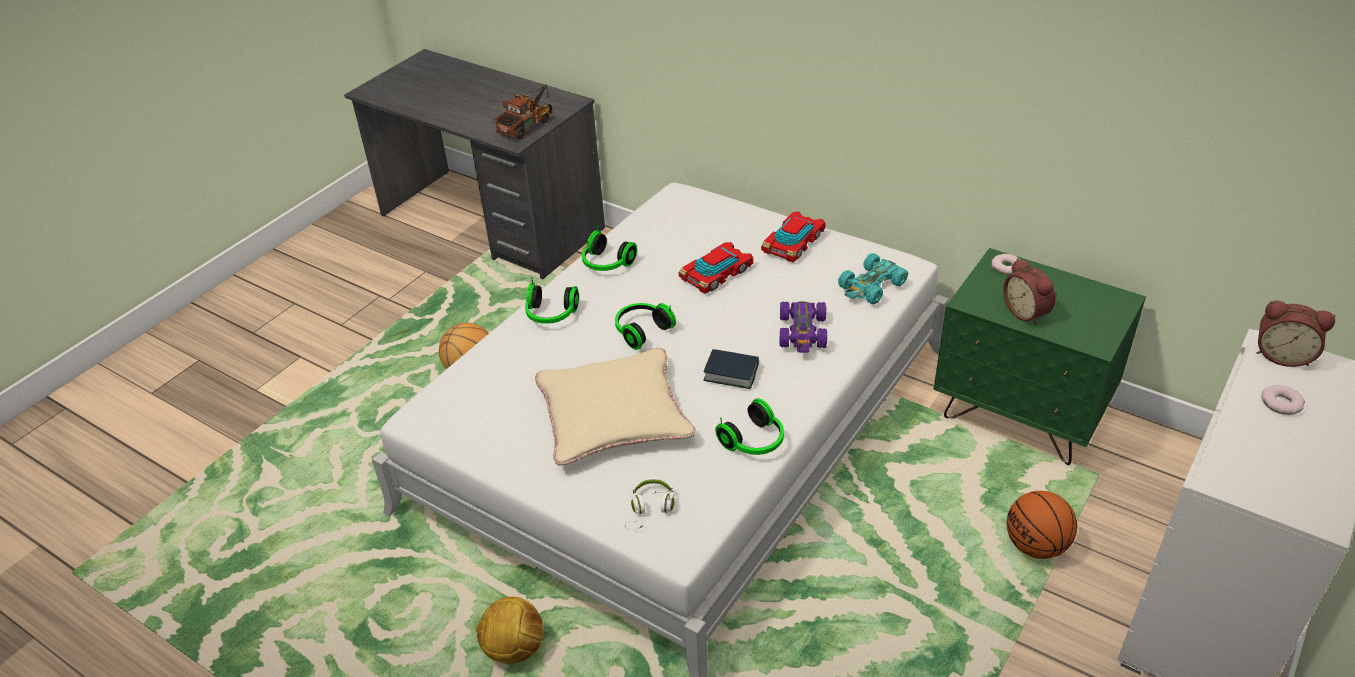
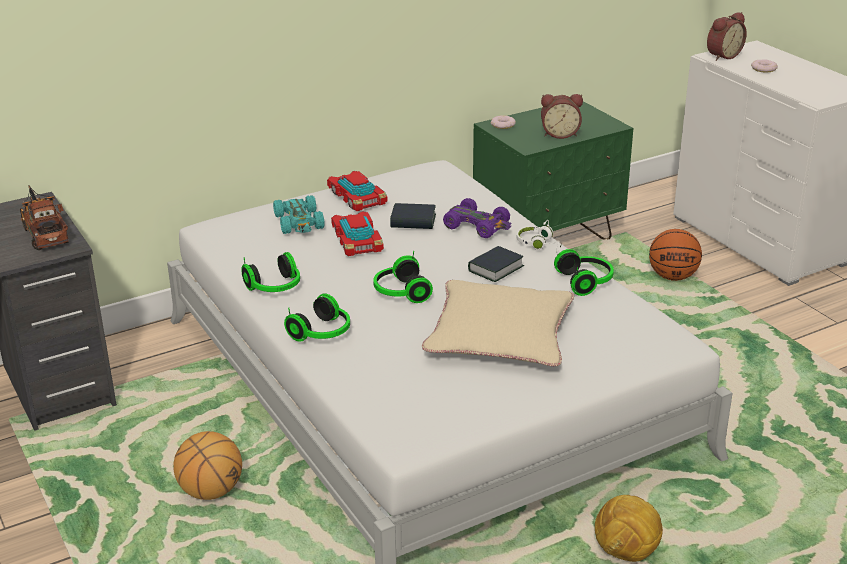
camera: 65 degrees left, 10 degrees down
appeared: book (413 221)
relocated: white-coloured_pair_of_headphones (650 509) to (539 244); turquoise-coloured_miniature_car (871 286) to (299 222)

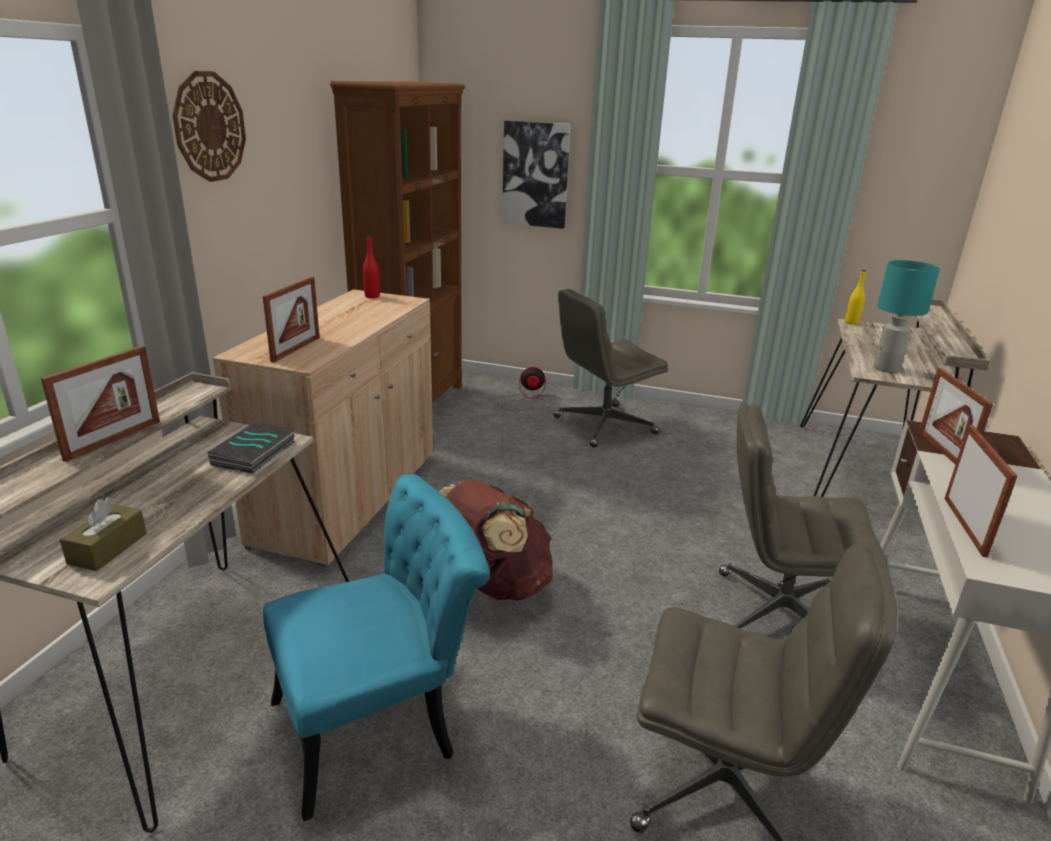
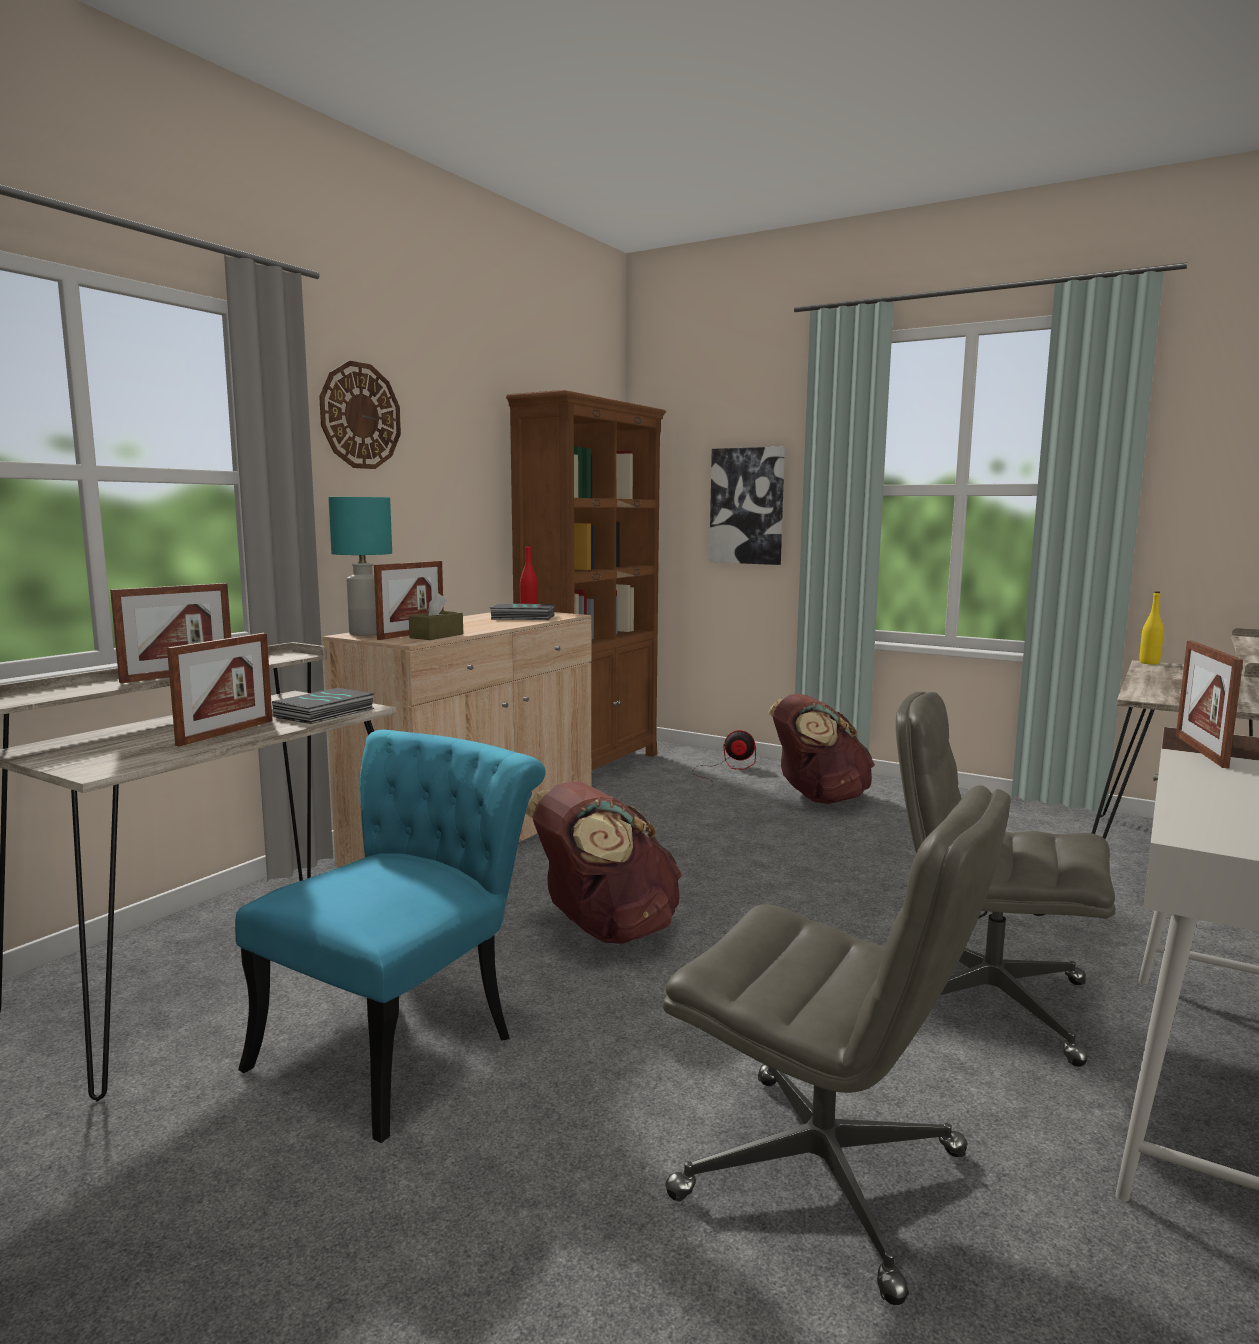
camera: 15 degrees right, 15 degrees down
appeared: book (522 617)
relocated: brownish_tissue_box (108 548) to (436 636); turquoise-coloured_table_lamp (886 369) to (364 634); photo_frame (964 526) to (226 732)
exchanged: greyish_desk_chair (603 426) to brownish_backpack (818 798)
spun: turquoise-coloured_upright_chair (381 723) = (403 1041) 45 degrees counterclockwise

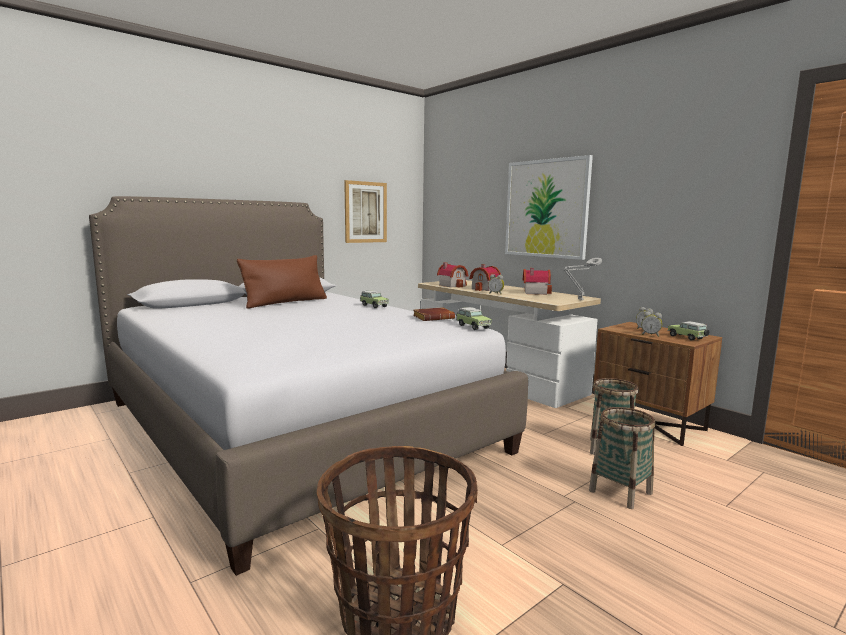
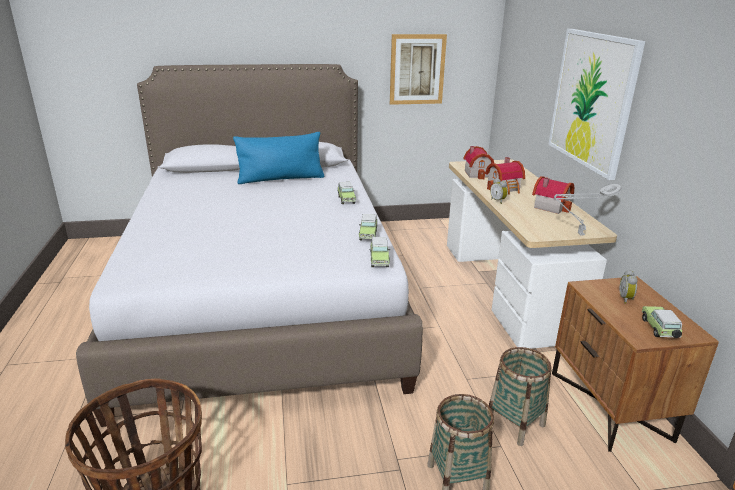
camera: 30 degrees right, 15 degrees up
missing: table_clock (650 335)
exchanged: brownish_book (434 318) to miniature_car (368 234)
colour: brownish_cushion (285 302) to bluish_cushion (281 179)

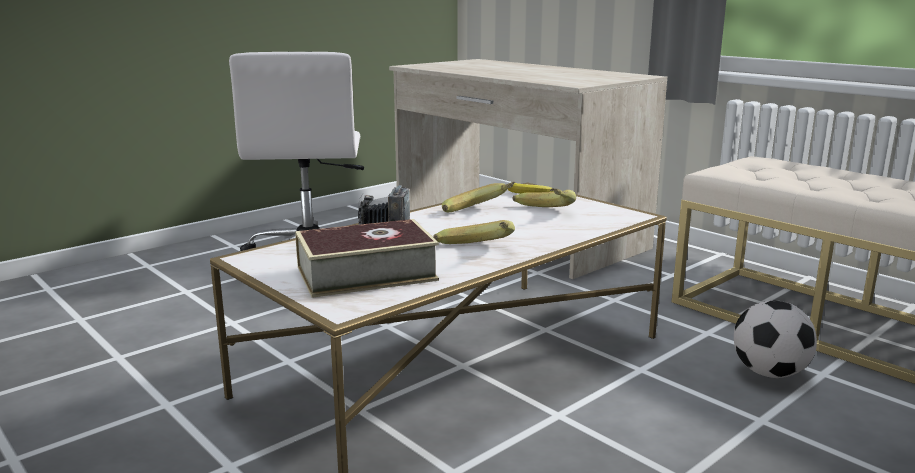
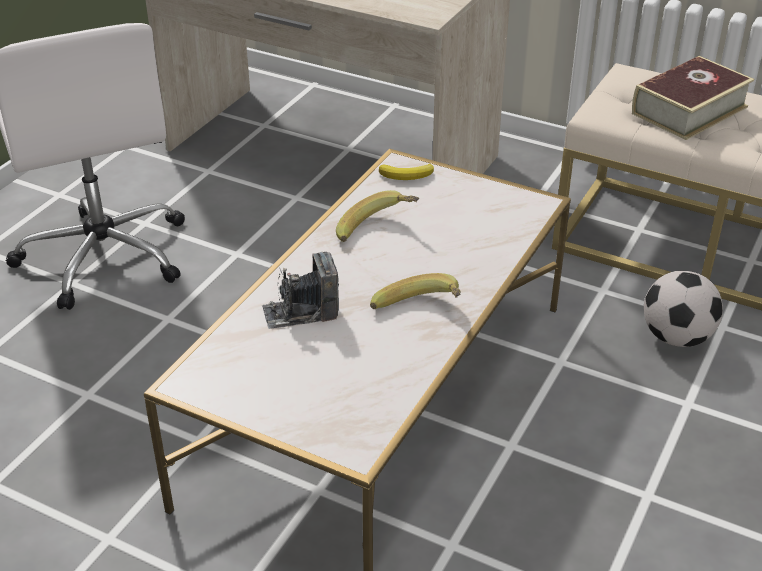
camera: 20 degrees left, 20 degrees up
missing: whole_banana (541 213)
relocated: book (366 273) to (689 110)

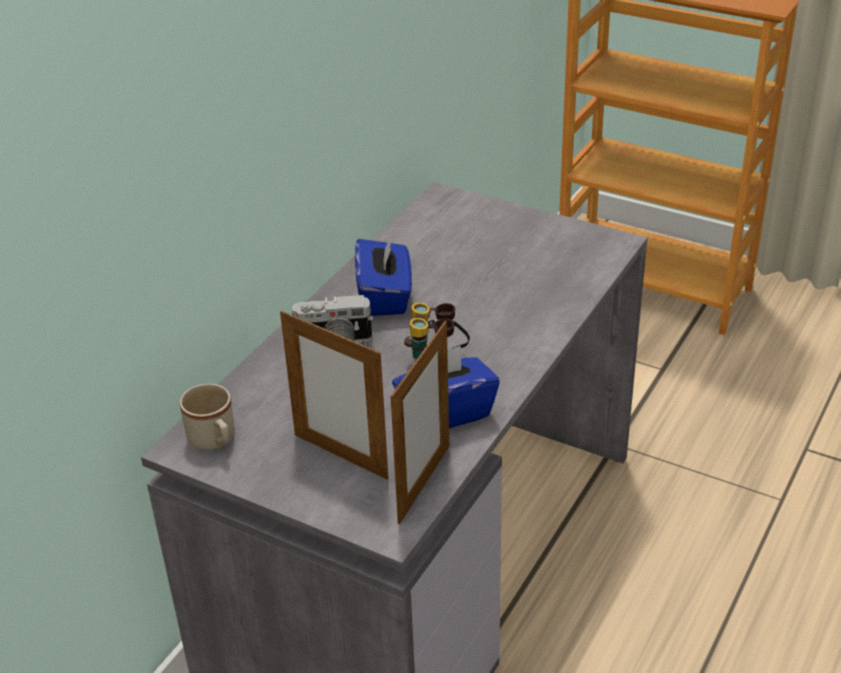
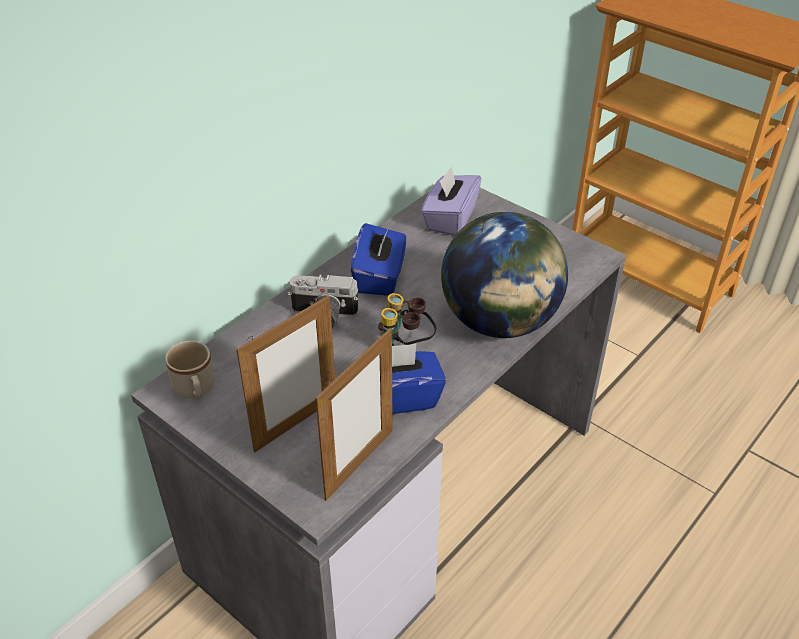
camera: 10 degrees right, 5 degrees up
appeared: purple_tissue_box (450 219); world_globe (500 322)
spun: photo_frame (340 456) = (296 424) 90 degrees counterclockwise

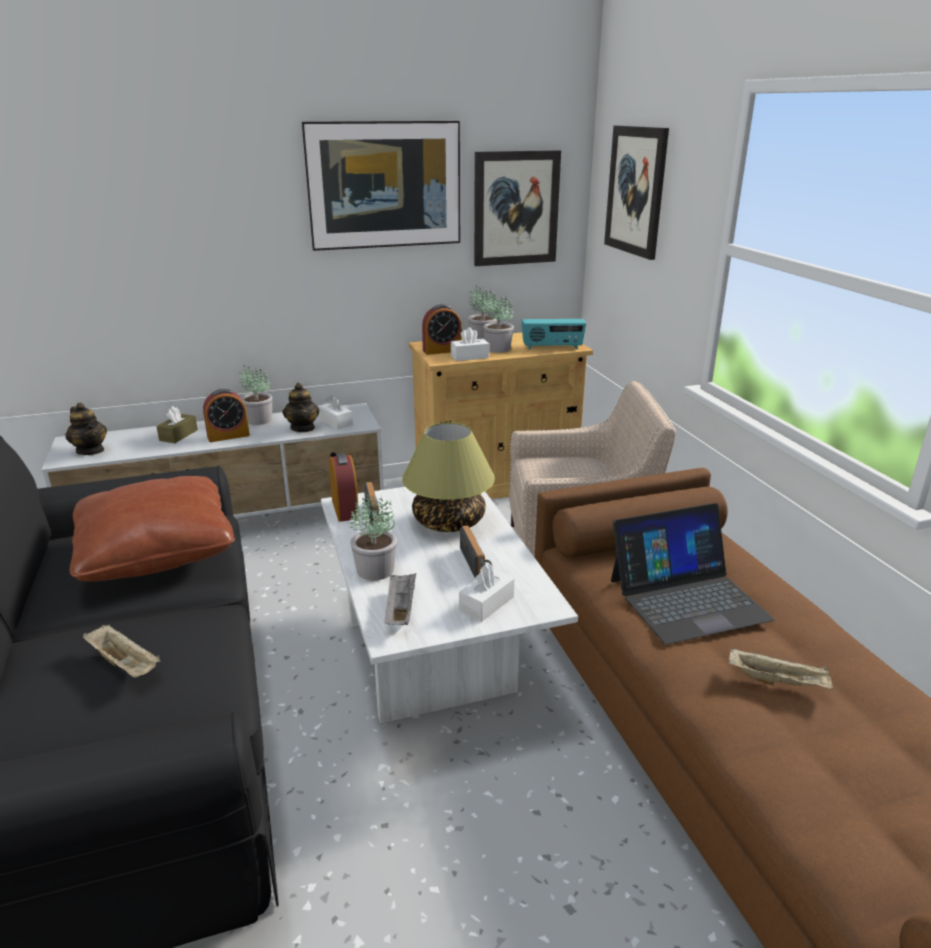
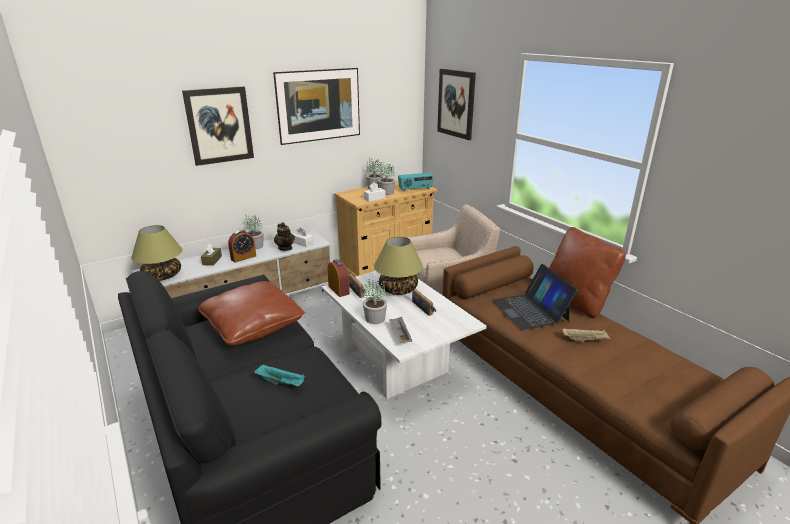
camera: 15 degrees left, 0 degrees up
missing: table_clock (442 350); white-coloured_tissue_box (486 604)
appeared: brownish_cushion (576 301)
relocated: wall_art (516 208) to (219 125)
exchanged: pot_for_tea (90 450) to table_lamp (162 276)
colour: beige_carrying_tray (125 664) to turquoise-coloured_carrying_tray (281 382)
spun: laptop (687 598) = (530 310) 105 degrees clockwise

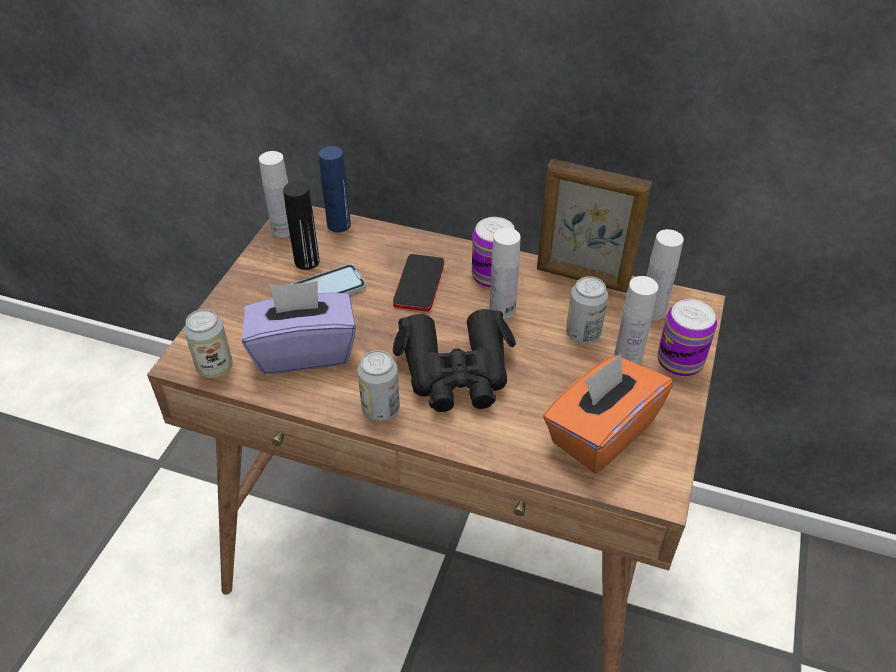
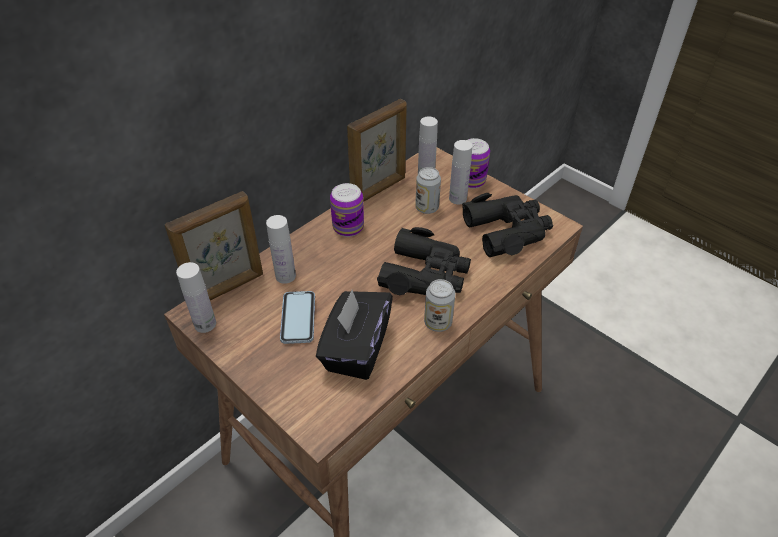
camera: 65 degrees left, 0 degrees up
missing: sealed_can (215 367); black_bottle (307 261); handset (419 284)
relocated: white-coloured_bottle (502 309) to (285 276)
exchanged: bluish_bottle (339 225) to photo_frame (228 288); orangey_tissue_box (600 432) to black_field_glasses (507 230)
colour: purple_tissue_box (304 350) to black_tissue_box (356 349)

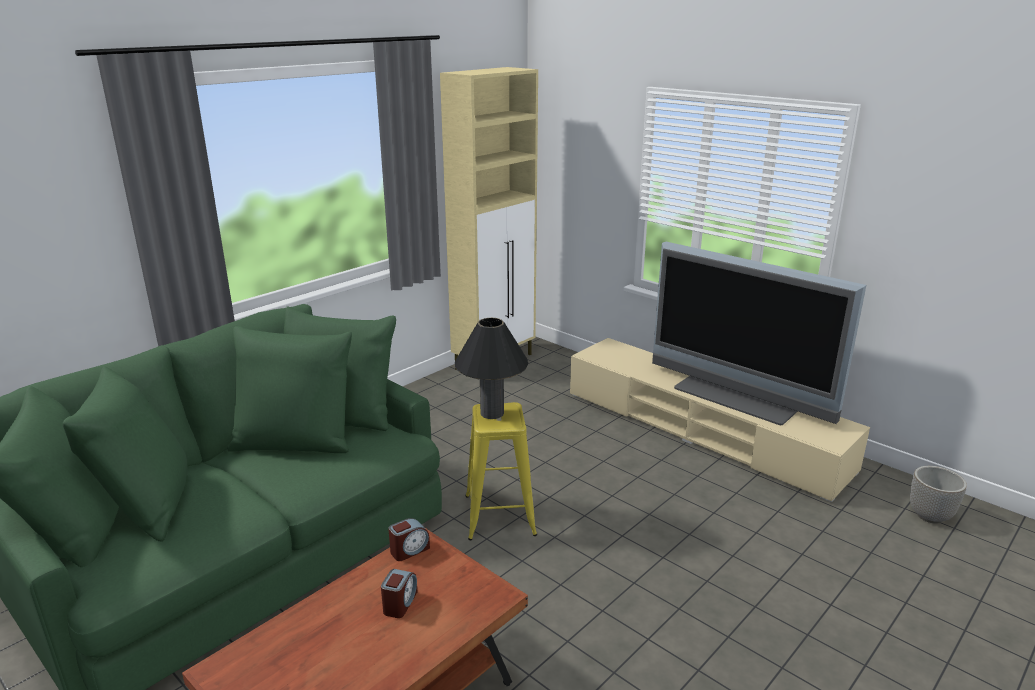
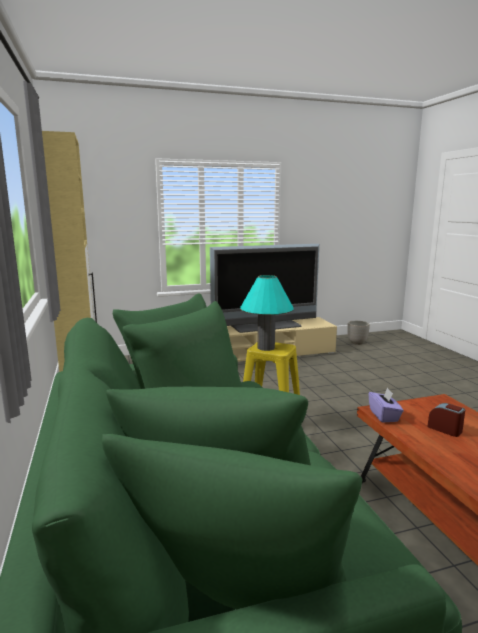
camera: 60 degrees left, 10 degrees down
exchanged: table_clock (409 550) to purple_tissue_box (384 415)
colour: black_table_lamp (492 413) to turquoise-coloured_table_lamp (266 347)

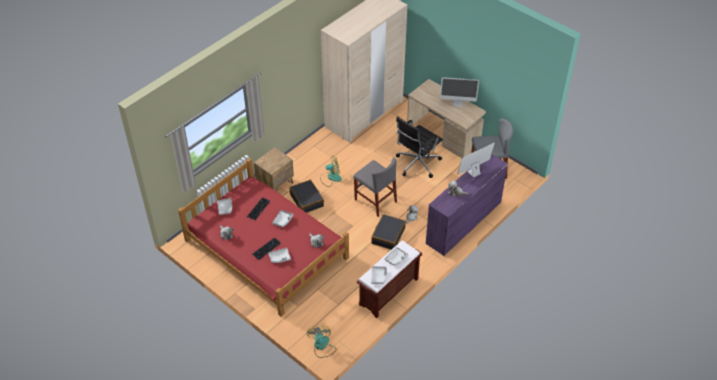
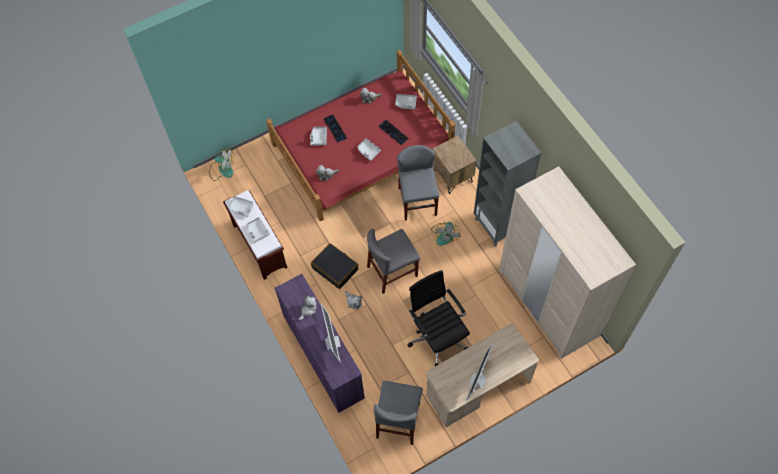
camera: 110 degrees right, 15 degrees up
appeared: greyish_bookshelf (498 226)
exchanged: black_travel_case (307 200) to greyish_upright_chair (417 201)

